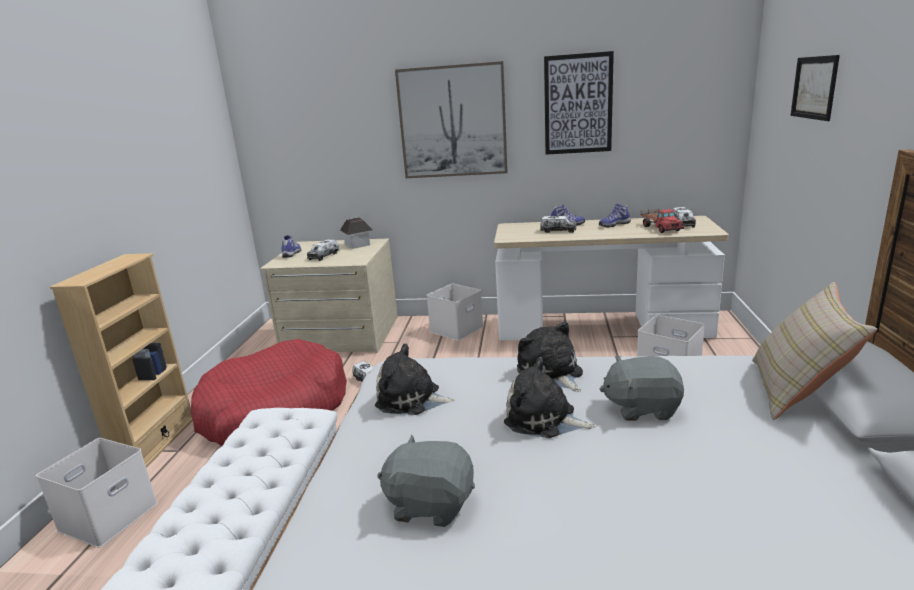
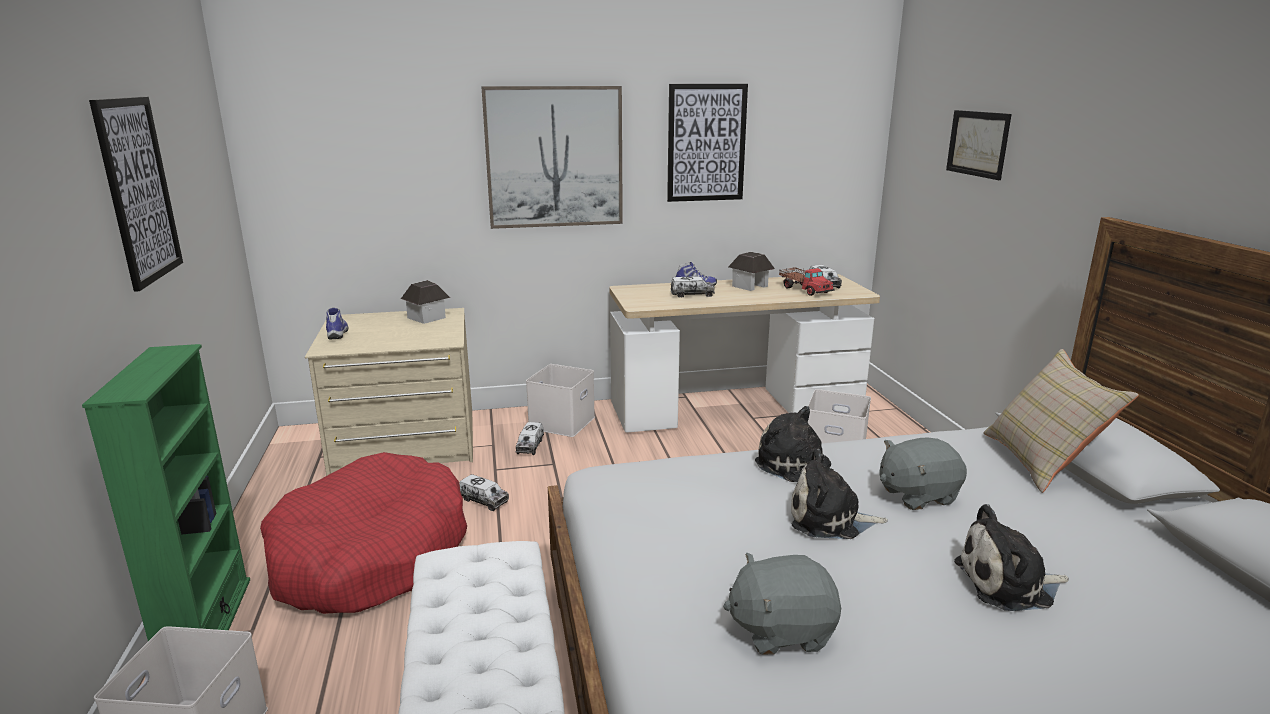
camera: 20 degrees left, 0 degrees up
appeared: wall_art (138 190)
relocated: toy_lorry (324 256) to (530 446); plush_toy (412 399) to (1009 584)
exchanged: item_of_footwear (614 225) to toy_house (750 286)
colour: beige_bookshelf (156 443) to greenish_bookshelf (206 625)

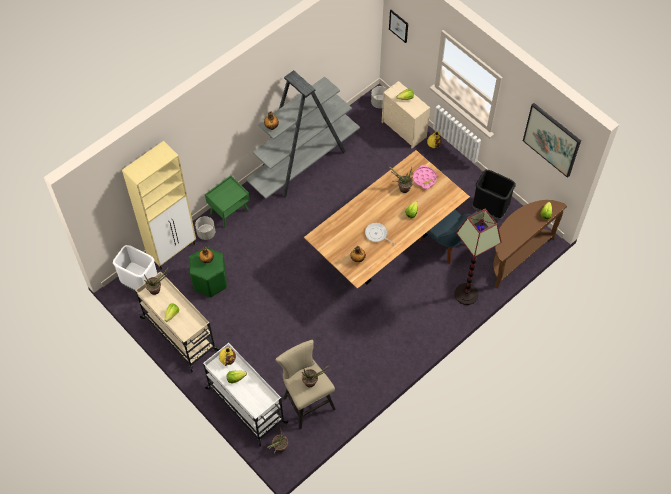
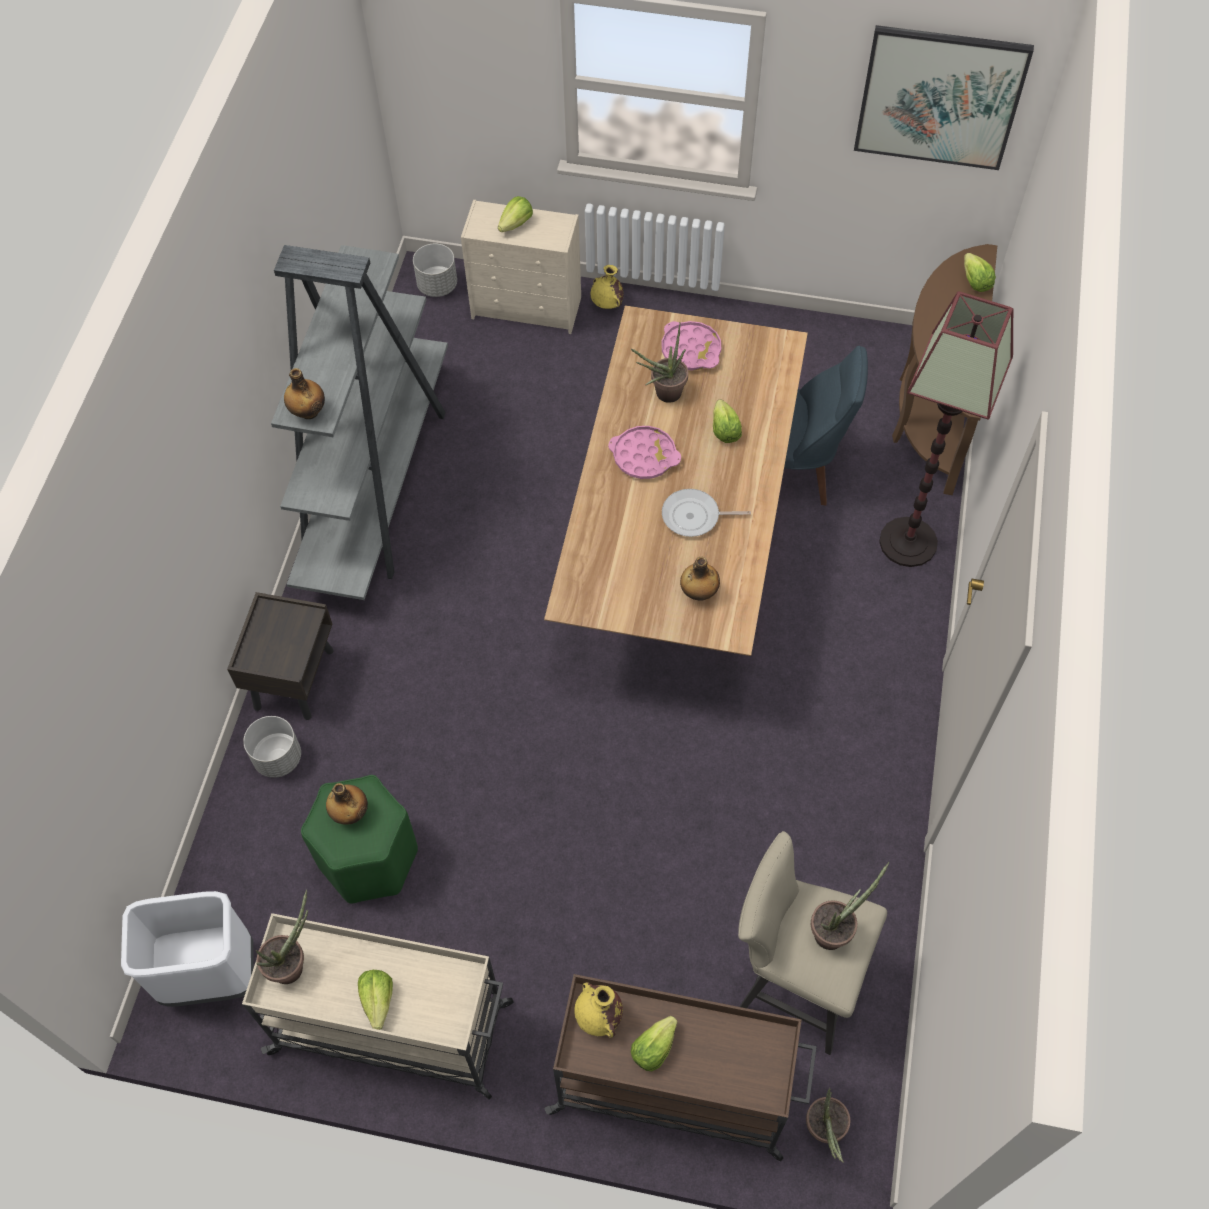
camera: 35 degrees left, 0 degrees up
missing: beige_storage_cabinet (173 250); wall_art (398 26); black_rubbish_bin (490 210)
appeared: pink-coloured_carrying_tray (644 456)
colour: white-coloured_trolley (247 406) to brownish_trolley (676 1086); greenish_night_table (229 211) to brownish_night_table (294 678)

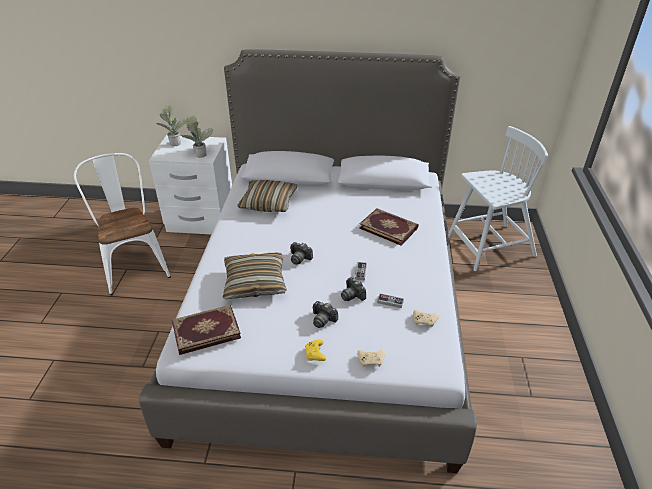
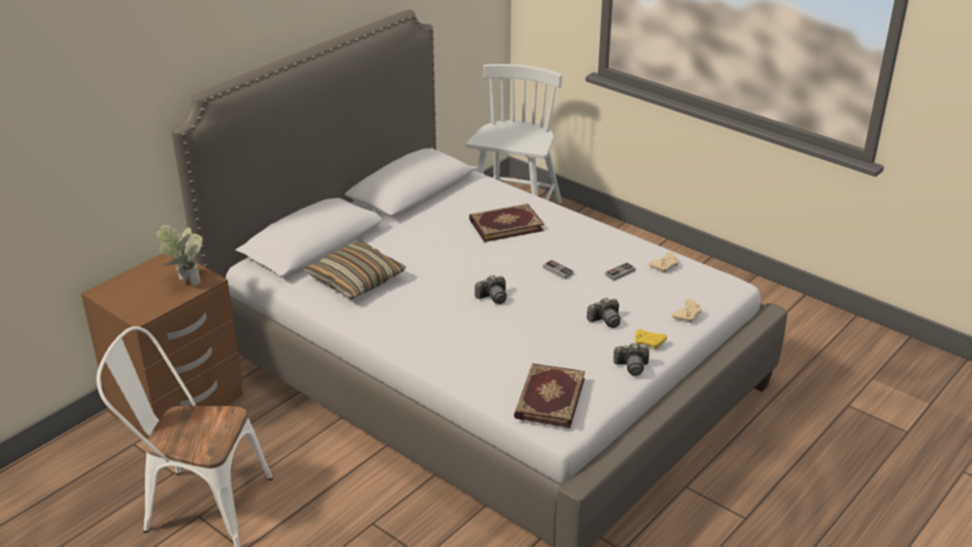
camera: 55 degrees left, 5 degrees down
missing: plant_in_a_pot (175 142); cushion (255 282)
relocated: still_camera (353 295) to (631 366)
colour: white-coloured_night_table (201 220) to brownish_night_table (178 405)

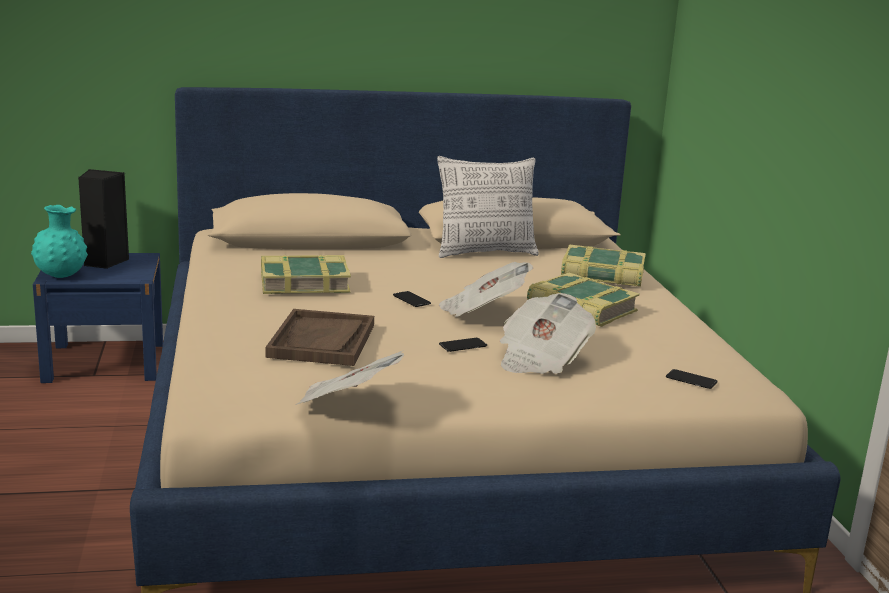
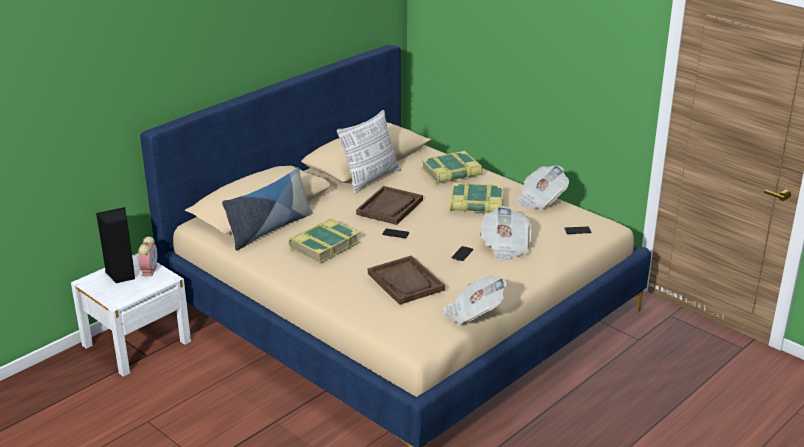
camera: 35 degrees left, 10 degrees up
missing: turquoise-coloured_flower_vase (61 276)
appeared: table_clock (149 270); cushion (269 229); brownish_carrying_tray (390 207)
relocated: newspaper (482 311) to (540 200)
colour: bluish_night_table (105 362) to white-coloured_night_table (136 343)

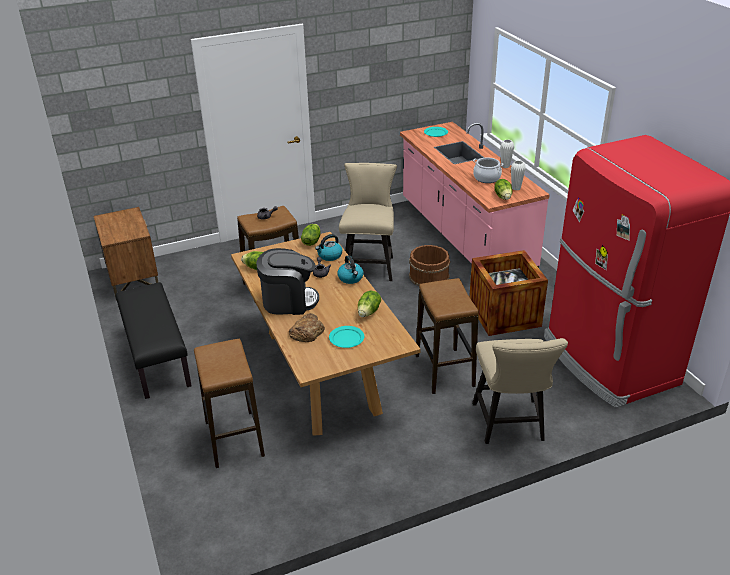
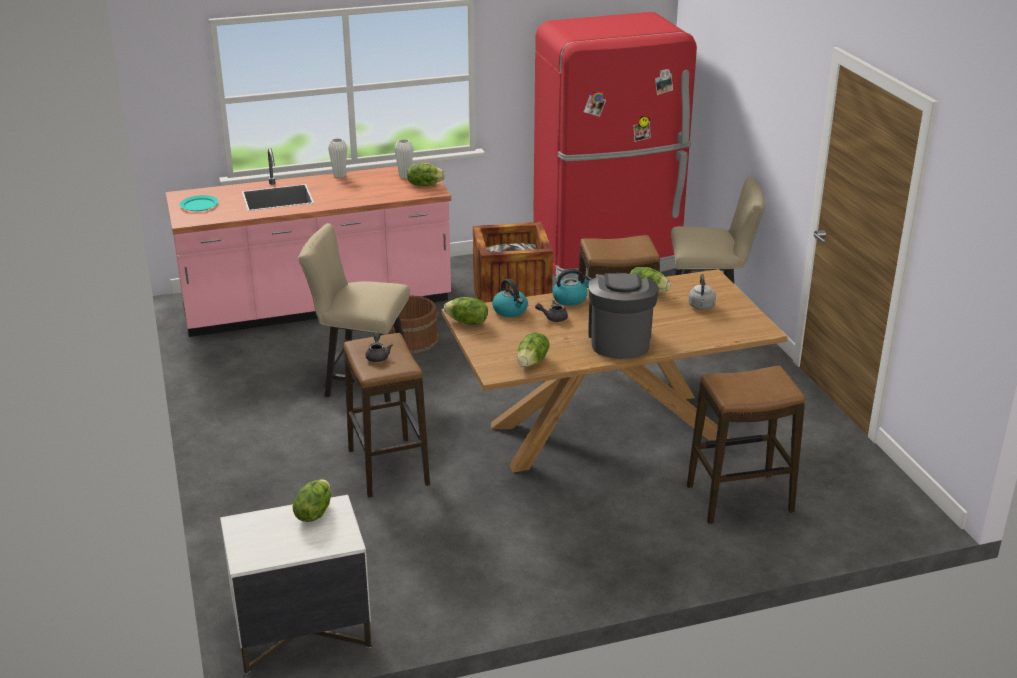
camera: 85 degrees left, 5 degrees down
missing: black_indoor_bench (156 357); baked_bread (307 332); cooking_pot (486 178)
appeared: lettuce_head (313 512)
exchanged: turquoise-coloured_flat_dish (346 338) to greyish_tea_kettle (701 307)
colour: brownish_night_table (133 279) to white-coloured_night_table (301 632)

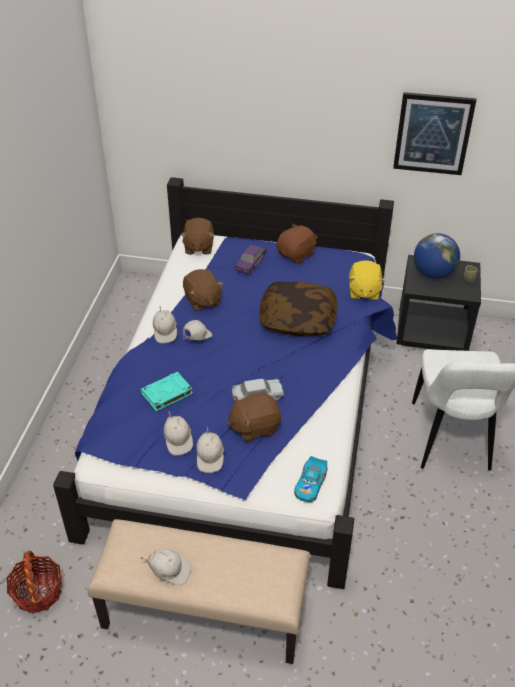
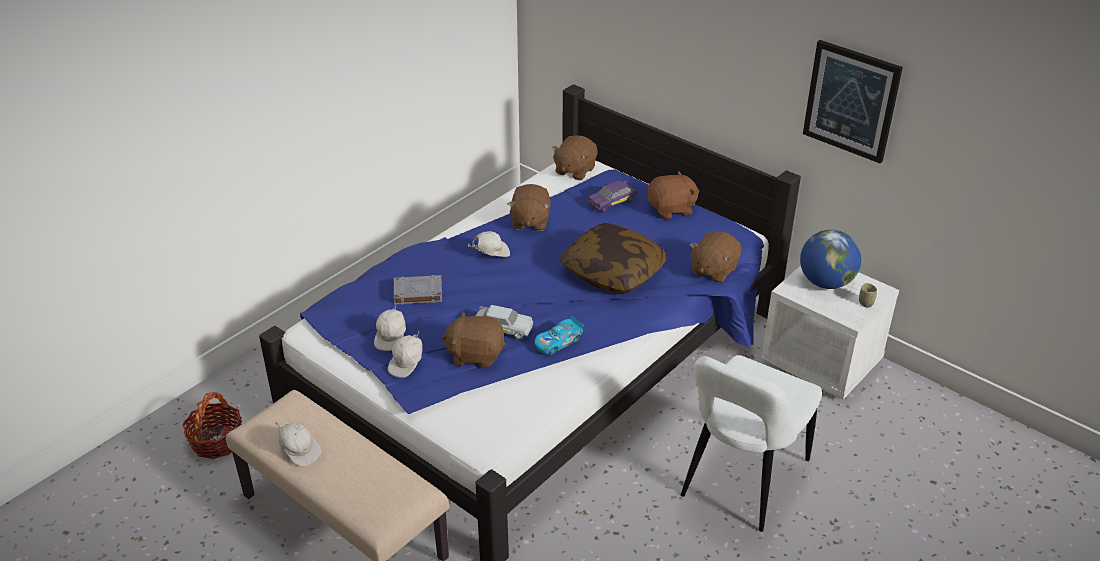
camera: 30 degrees right, 5 degrees down
missing: white-coloured_peaked_cap (165 332)
relocated: miniature_car (310 484) to (558 342)
colour: turquoise-coloured_book (166 394) to greyish_book (417 293); yellow_plush_toy (363 292) to brownish_plush_toy (713 270); black_night_table (432 331) to white-coloured_night_table (822 362)

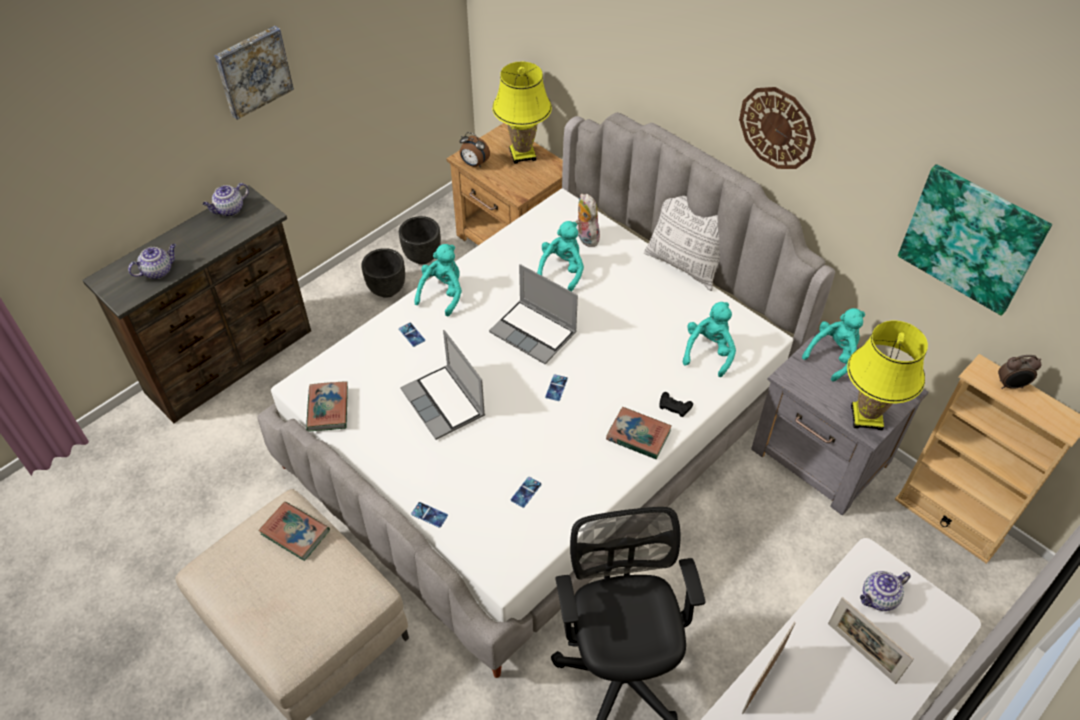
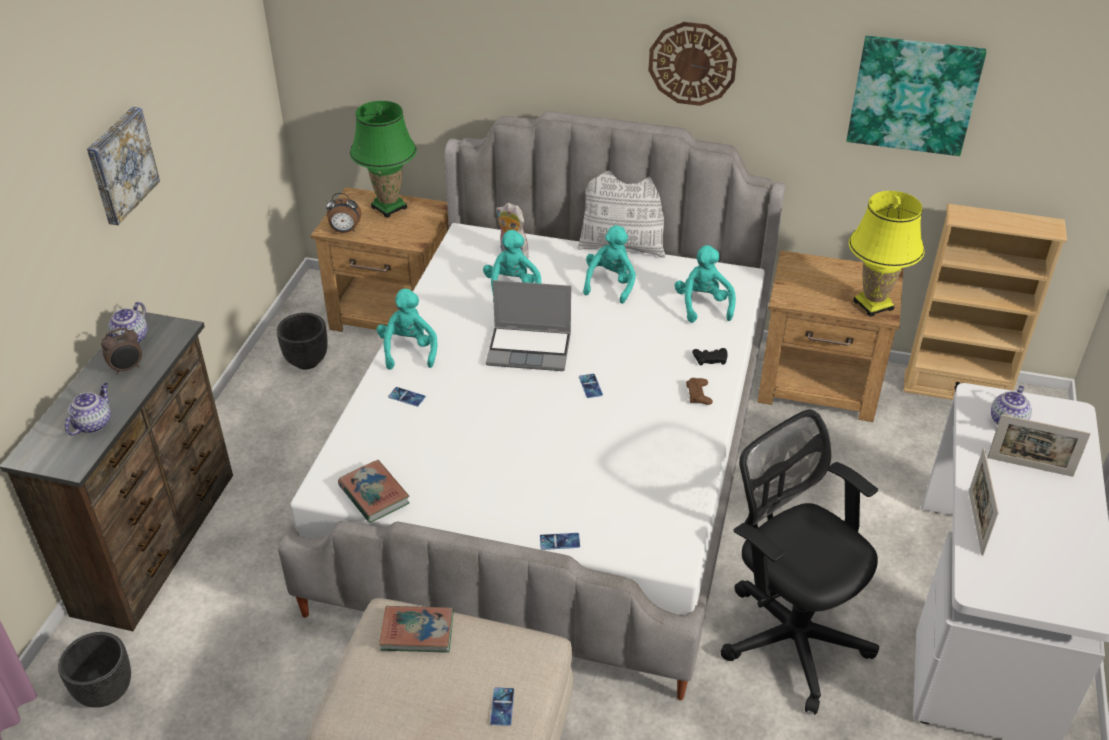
camera: 30 degrees left, 10 degrees down
missing: laptop (444 403)
relocated: black_planter (387 289) to (106 691); handset (526 492) to (502 706); turquoise-coloured_plush_toy (833 356) to (610 284); table_clock (1011 385) to (127 368)
exchanged: book (638 435) to brownish_game_controller (698 394)
colour: yellow_table_lamp (523 154) to greenish_table_lamp (389 207); greyish_night_table (821 457) to brownish_night_table (820 384)

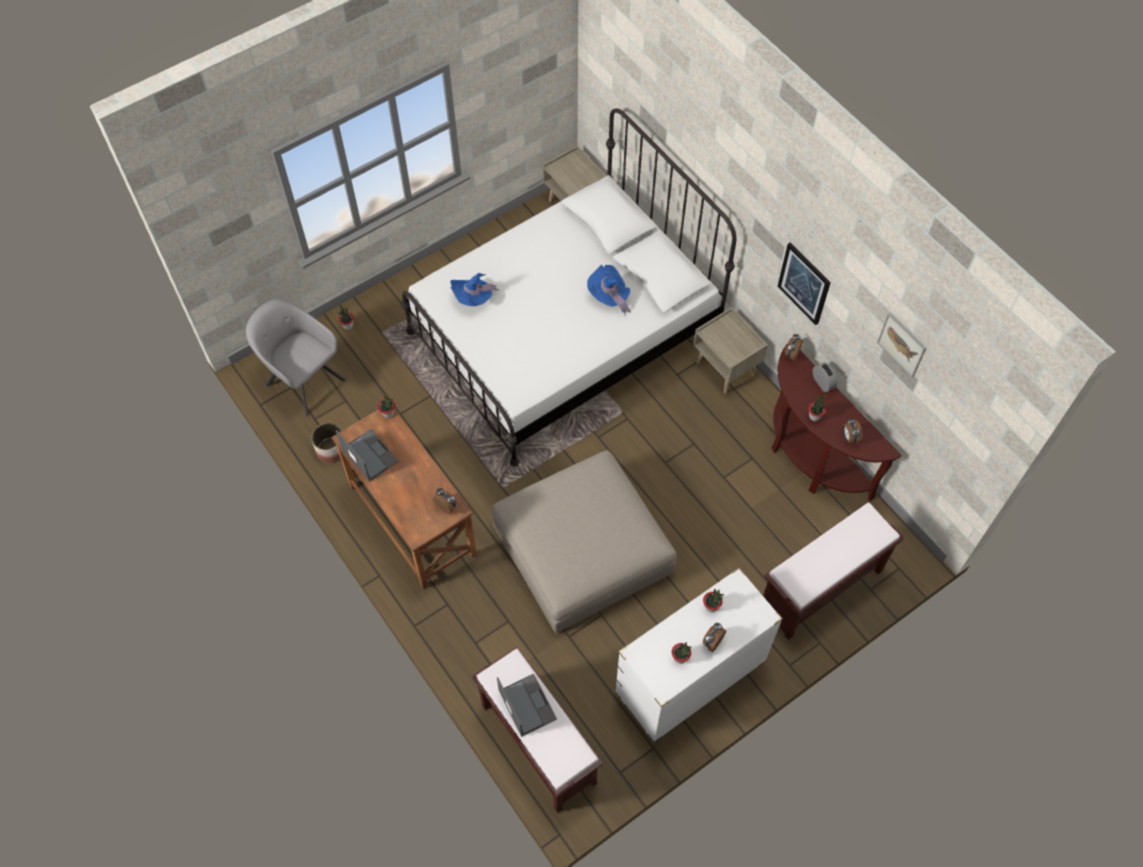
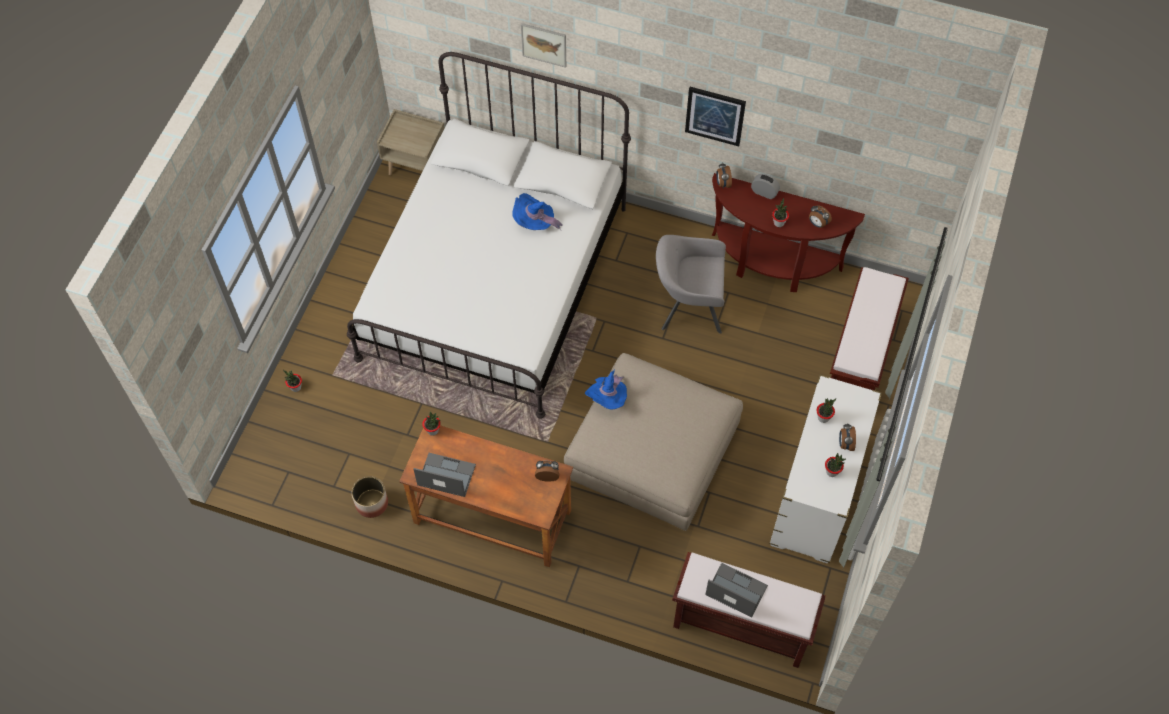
camera: 35 degrees left, 0 degrees up
missing: beige_night_table (726 368)
relocated: greyish_easy_chair (303 380) to (688 307); bluish_hat (473 299) to (608 399); wall_art (901 344) to (544 44)

